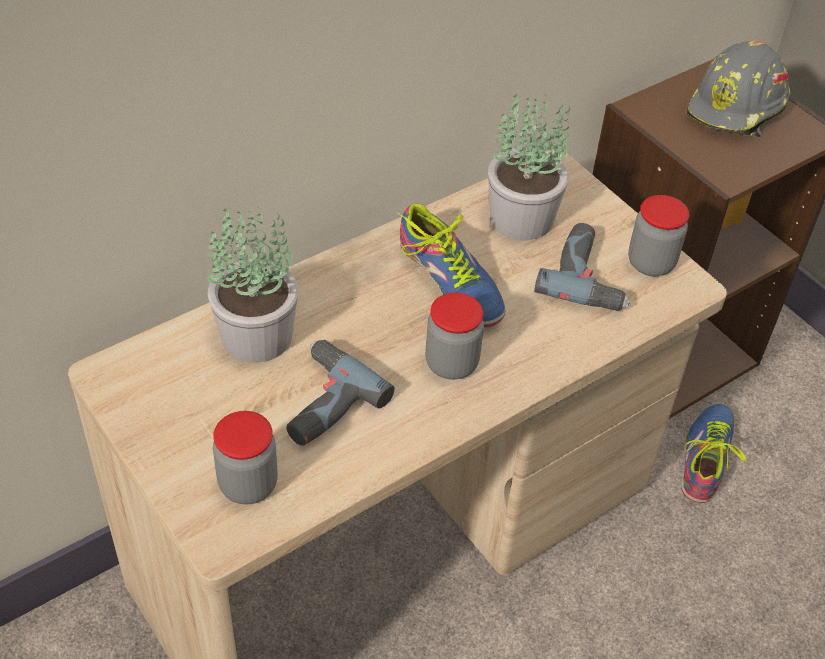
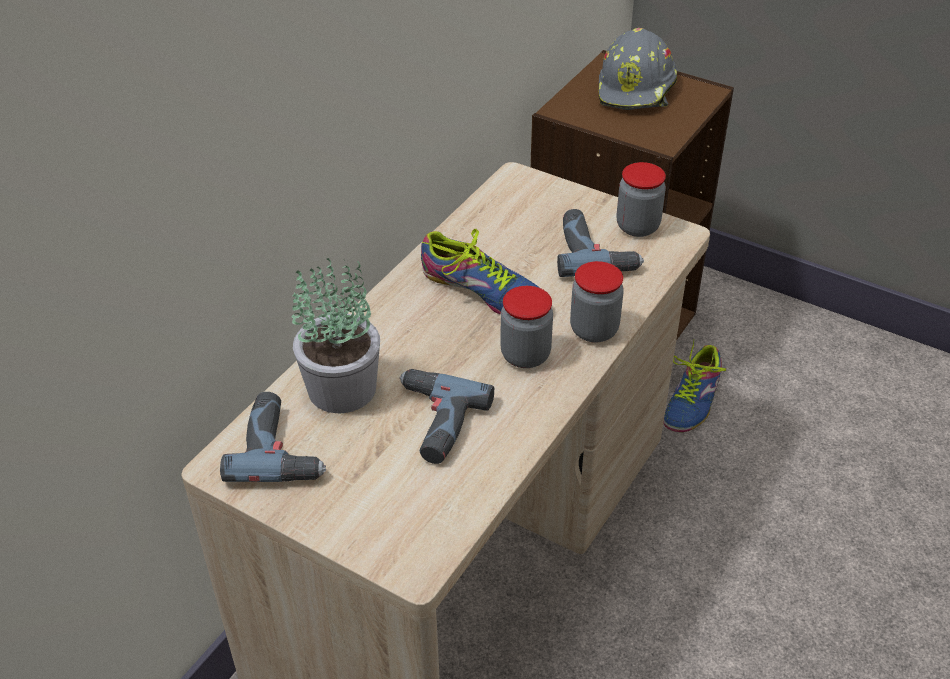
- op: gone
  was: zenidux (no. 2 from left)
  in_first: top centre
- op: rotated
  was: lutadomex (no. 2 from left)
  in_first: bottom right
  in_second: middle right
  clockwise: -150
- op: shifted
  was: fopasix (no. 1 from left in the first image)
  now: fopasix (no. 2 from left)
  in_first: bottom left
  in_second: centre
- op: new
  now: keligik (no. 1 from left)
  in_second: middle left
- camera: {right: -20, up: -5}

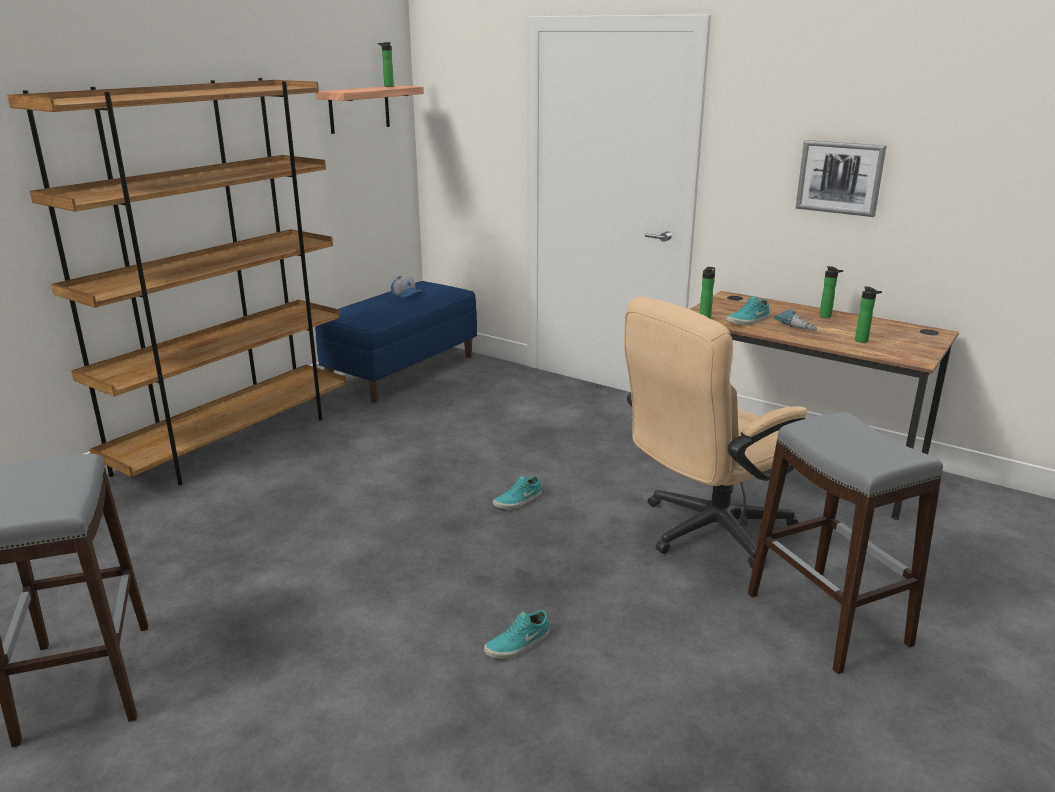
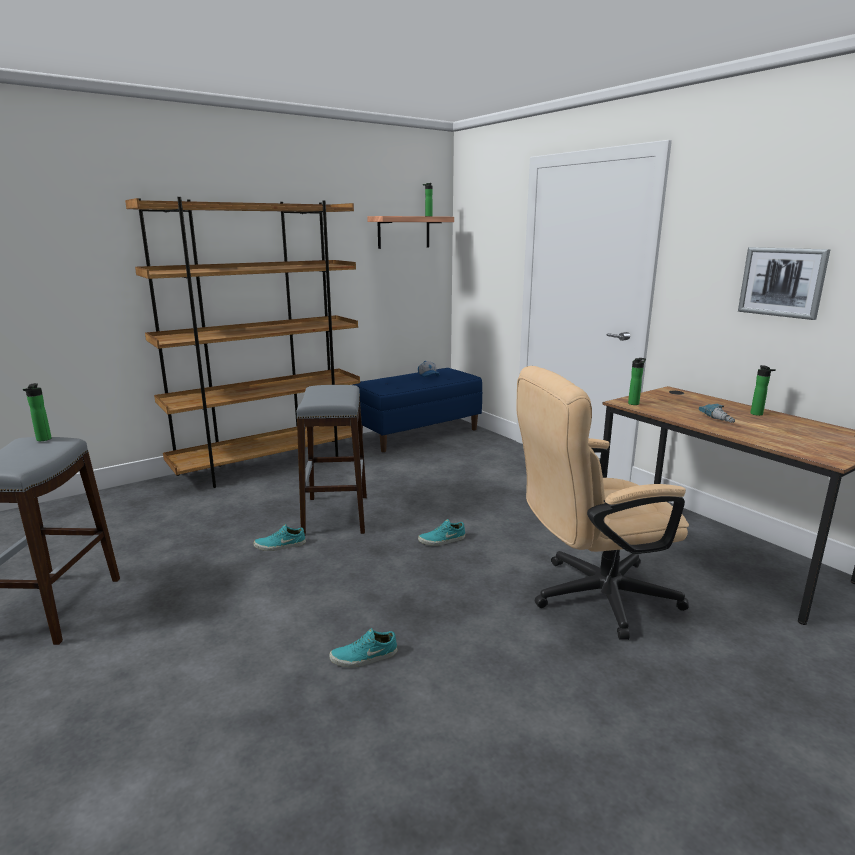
- op: shifted
  was: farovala (no. 4 from left in the first image)
  now: farovala (no. 1 from left)
  in_first: middle right
  in_second: middle left
- op: shifted
  was: turquoise lutadomex (no. 3 from left in the first image)
  now: turquoise lutadomex (no. 1 from left)
  in_first: middle right
  in_second: middle left
- op: shifted
  was: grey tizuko (no. 2 from left)
  in_first: bottom right
  in_second: centre
- camera: {right: 20, up: -5}

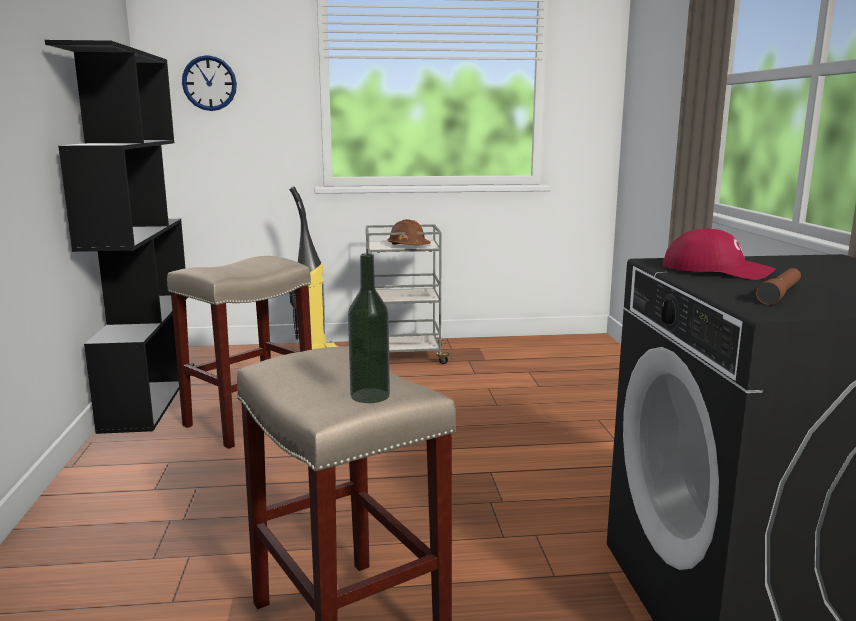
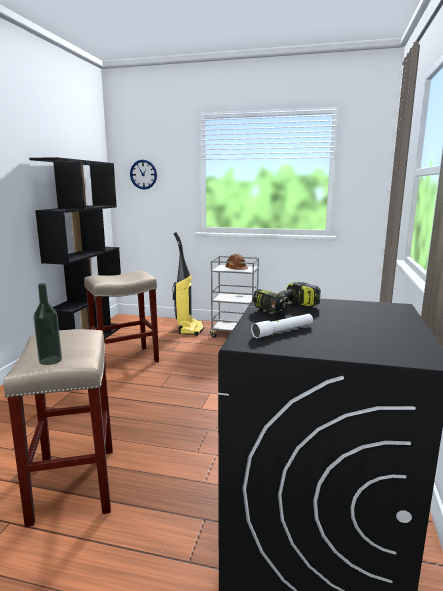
- op: swapped
  was: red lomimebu
  now: keligik
  in_first: middle right
  in_second: centre
- op: repainted
  was: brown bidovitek
  now: white bidovitek
  in_first: middle right
  in_second: centre
- camera: {right: 20, up: 0}

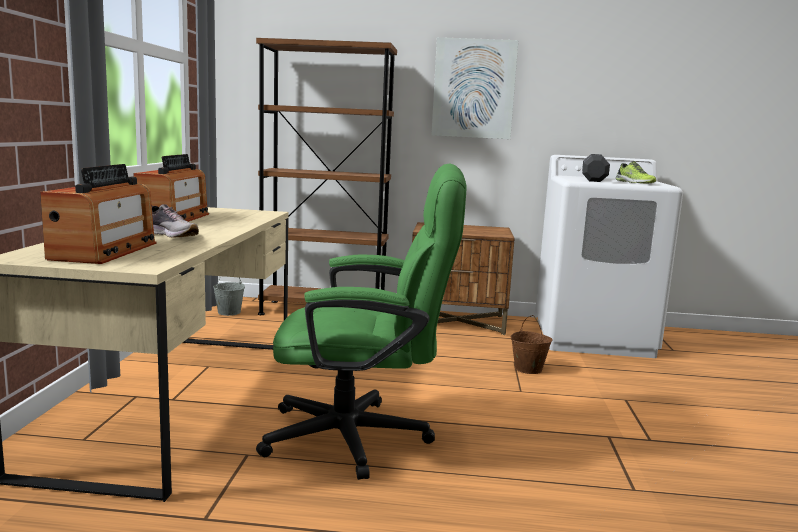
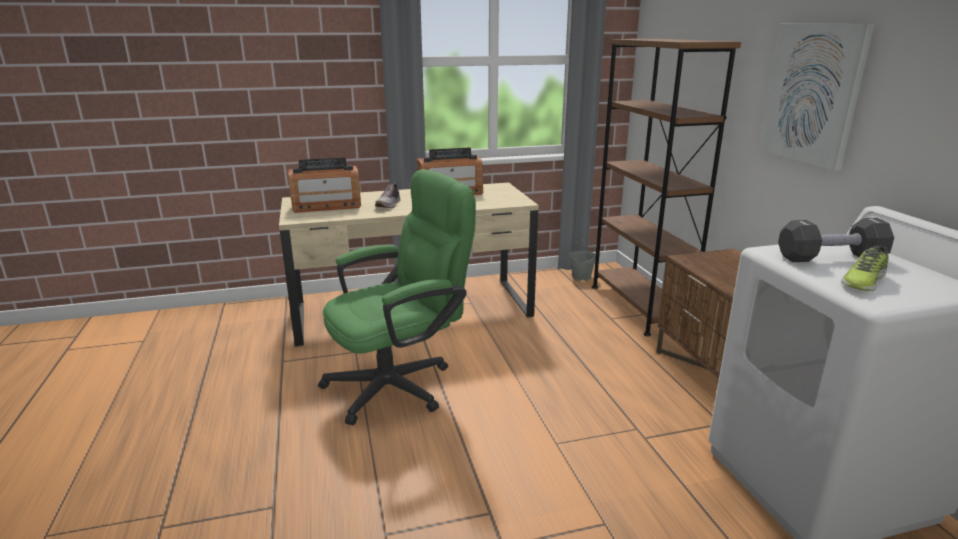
- op: rotated
  was: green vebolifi
  in_first: centre
  in_second: centre
  clockwise: -105
- op: gone
  was: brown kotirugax
  in_first: centre
- camera: {right: 70, up: 10}

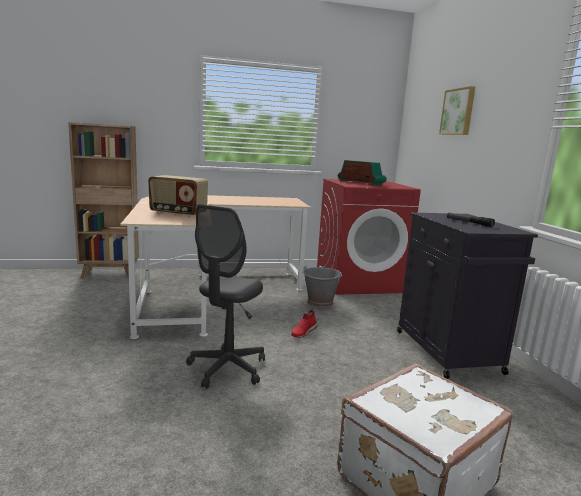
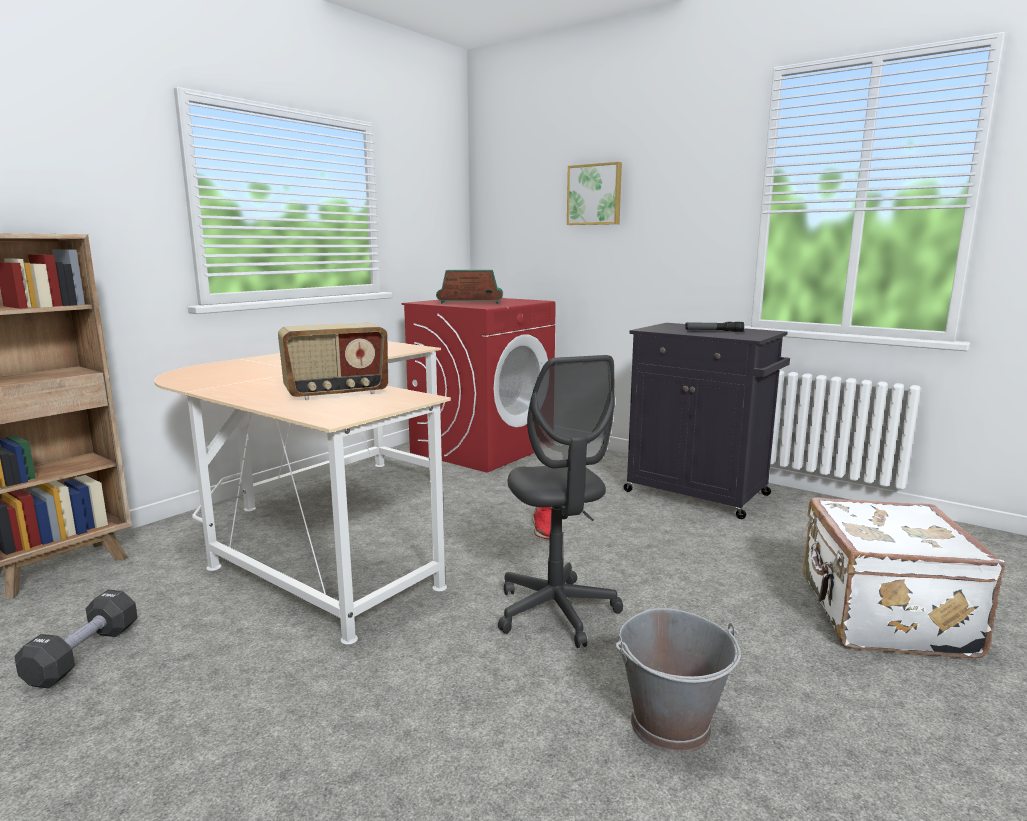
- op: shifted
  was: grey kotirugax
  in_first: centre
  in_second: bottom centre
- op: new
  now: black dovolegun
  in_second: bottom left
- camera: {right: -40, up: 0}

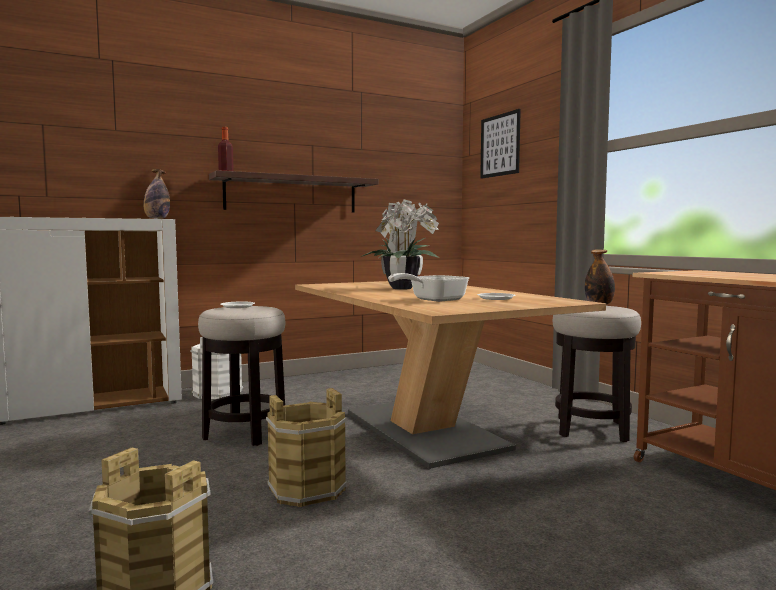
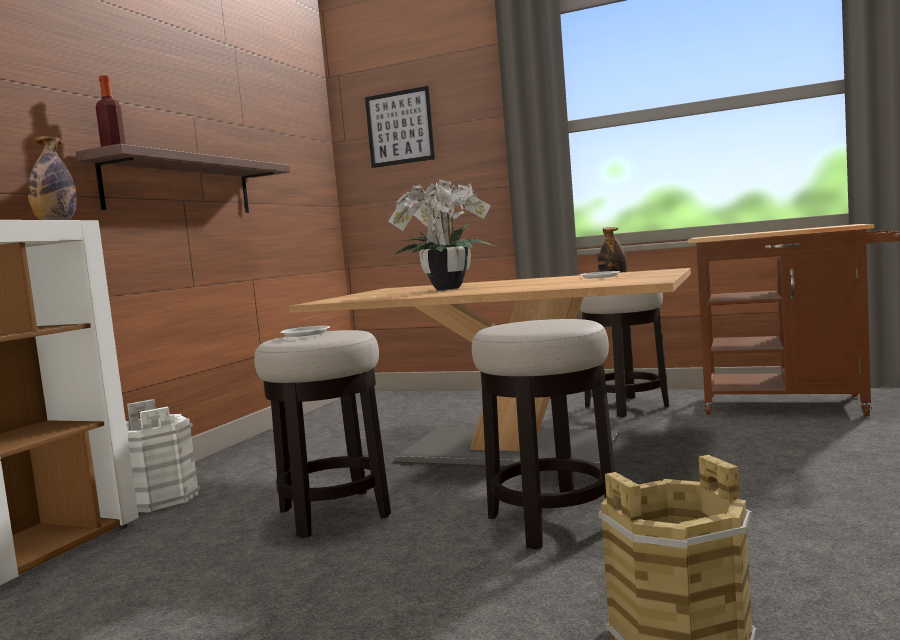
- op: gone
  was: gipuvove
  in_first: centre
- op: swapped
  was: brown kotirugax (no. 2 from left)
  now: tizuko (no. 2 from left)
  in_first: bottom centre
  in_second: bottom centre
- camera: {right: -40, up: 0}

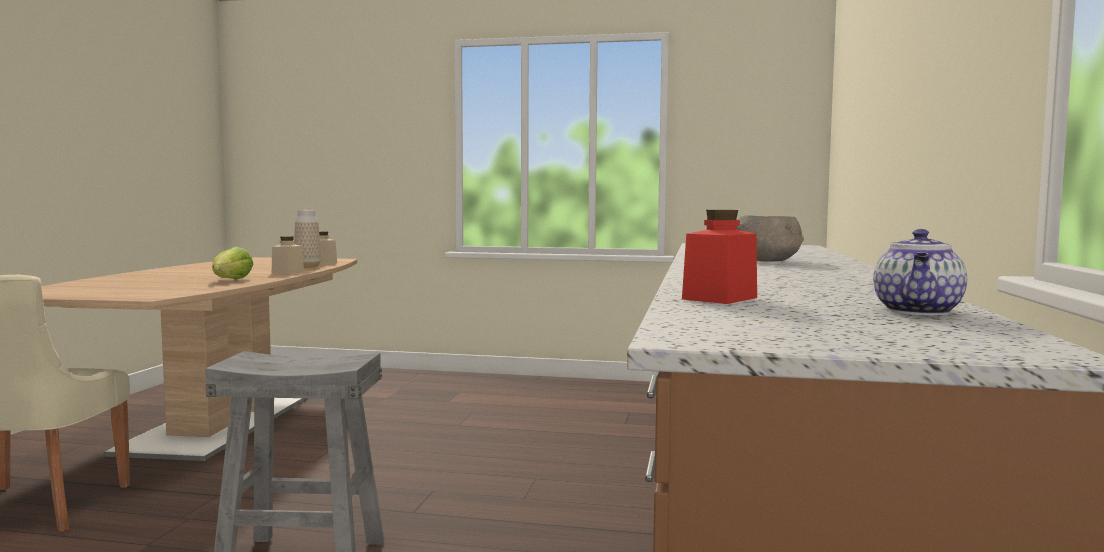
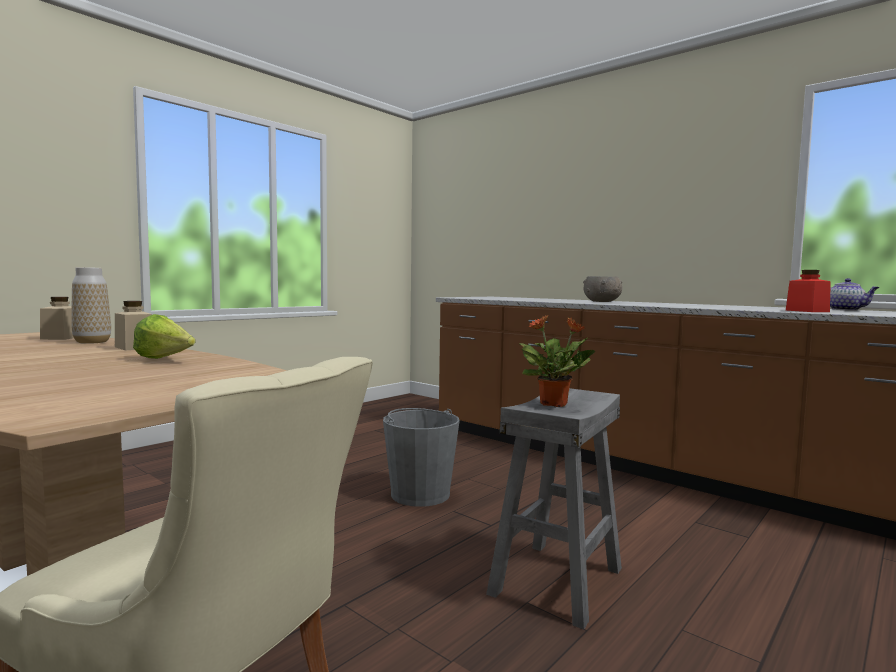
- op: new
  now: zenidux
  in_second: centre
- op: new
  now: grey kotirugax
  in_second: bottom centre
- camera: {right: -60, up: 0}

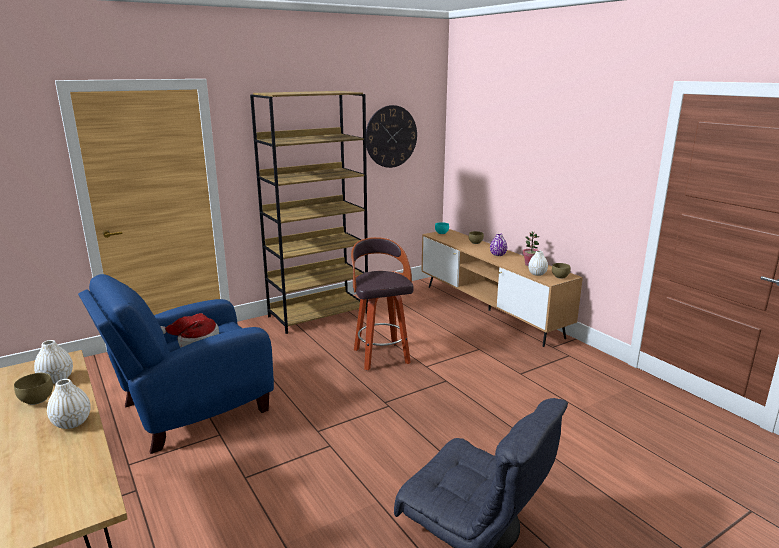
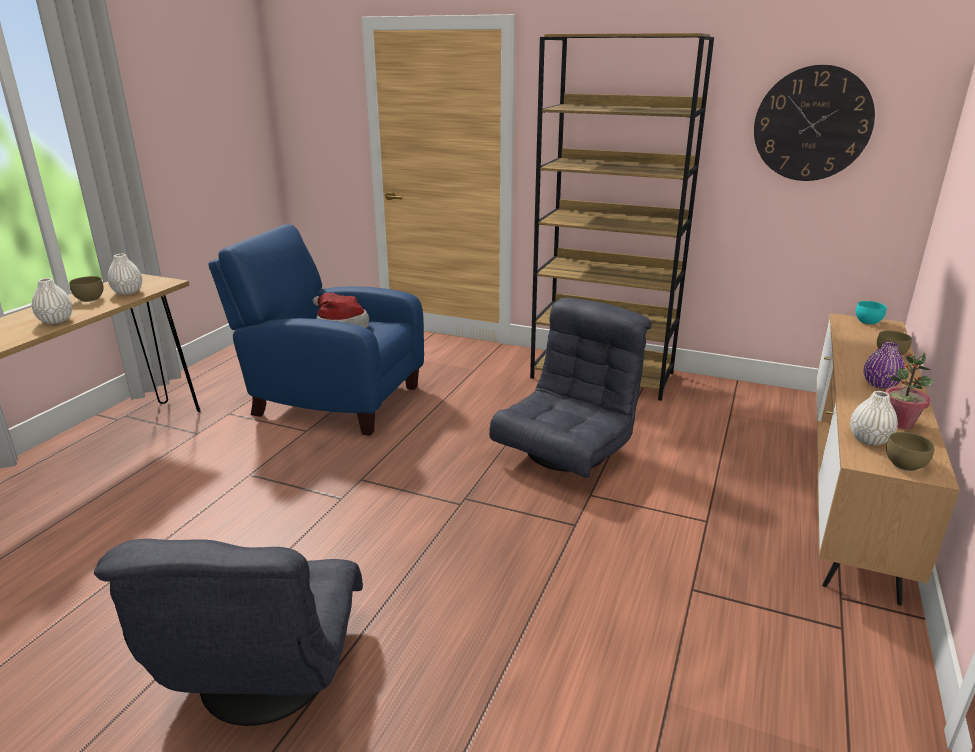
- op: swapped
  was: tizuko
  now: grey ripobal (no. 2 from left)
  in_first: centre
  in_second: centre
- camera: {right: 55, up: 5}

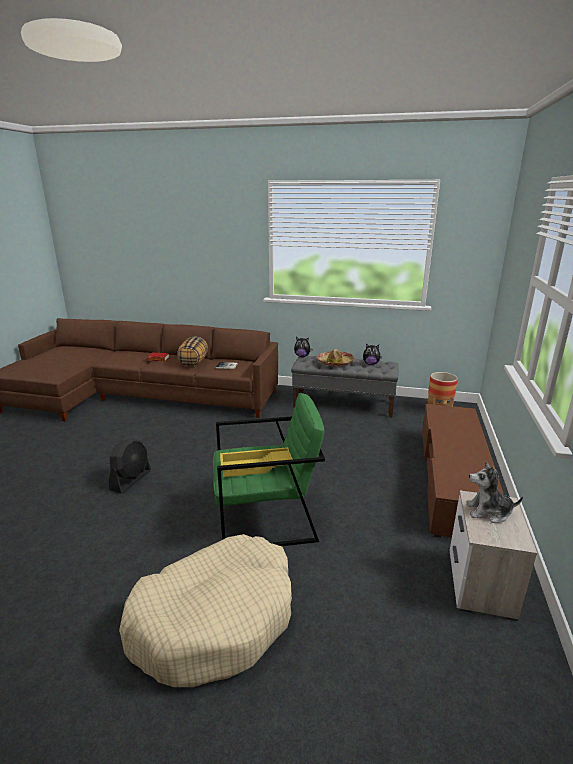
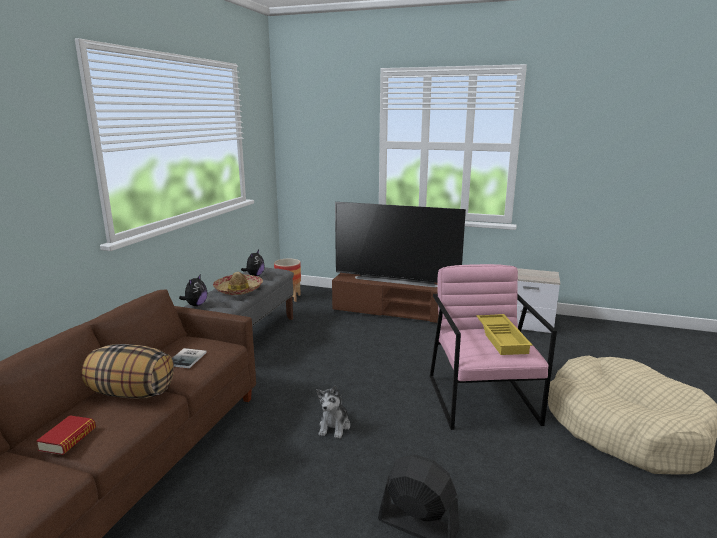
- op: repainted
  was: green ripobal
  now: pink ripobal
  in_first: centre
  in_second: middle right
- op: shifted
  was: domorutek (no. 3 from left)
  in_first: middle right
  in_second: bottom centre
- op: new
  now: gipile
  in_second: centre
- camera: {right: -85, up: -5}

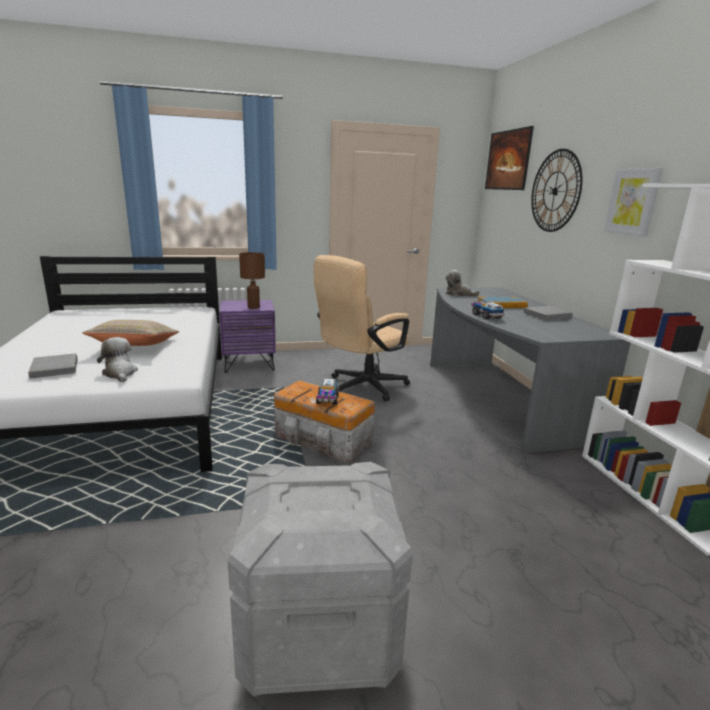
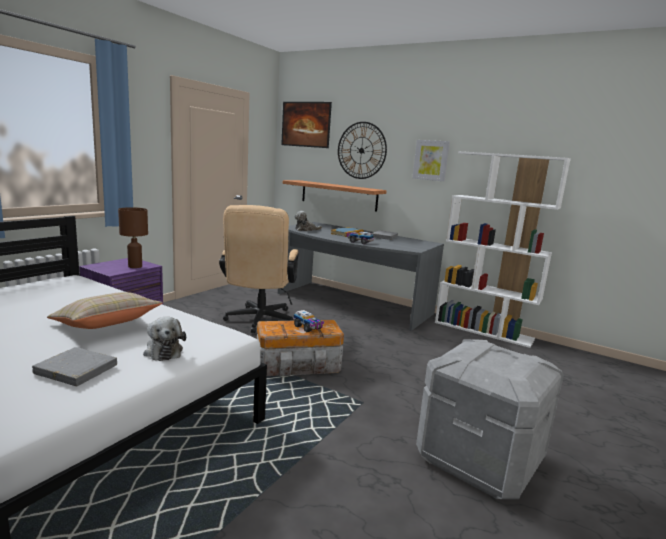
- op: rotated
  was: domorutek (no. 1 from left)
  in_first: middle left
  in_second: middle left
  clockwise: -135
- op: new
  now: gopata
  in_second: centre
- camera: {right: -45, up: -5}

